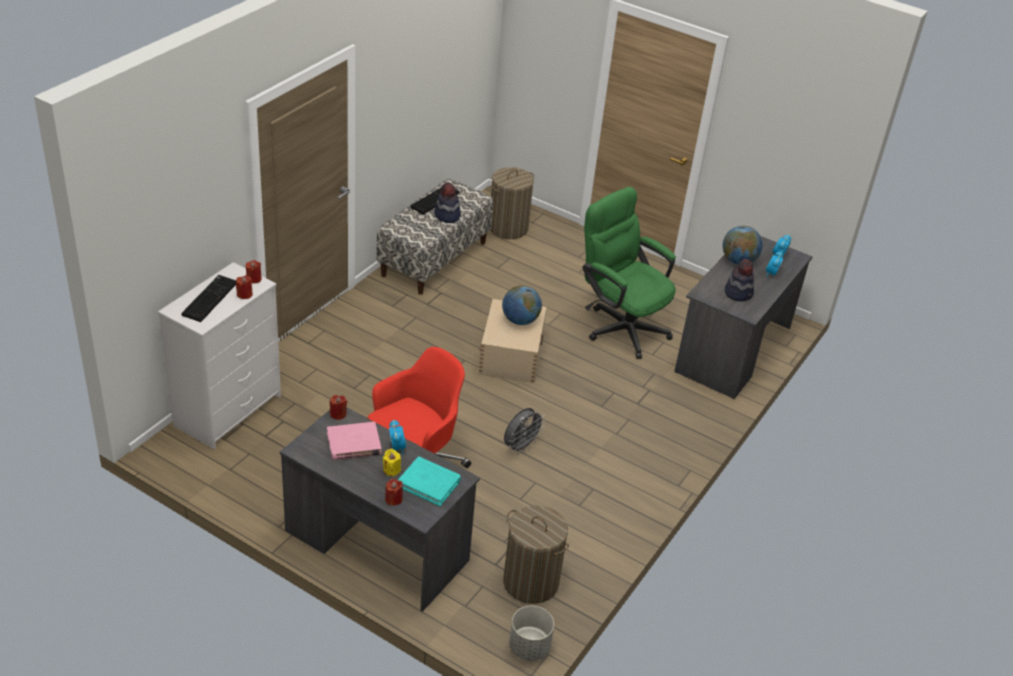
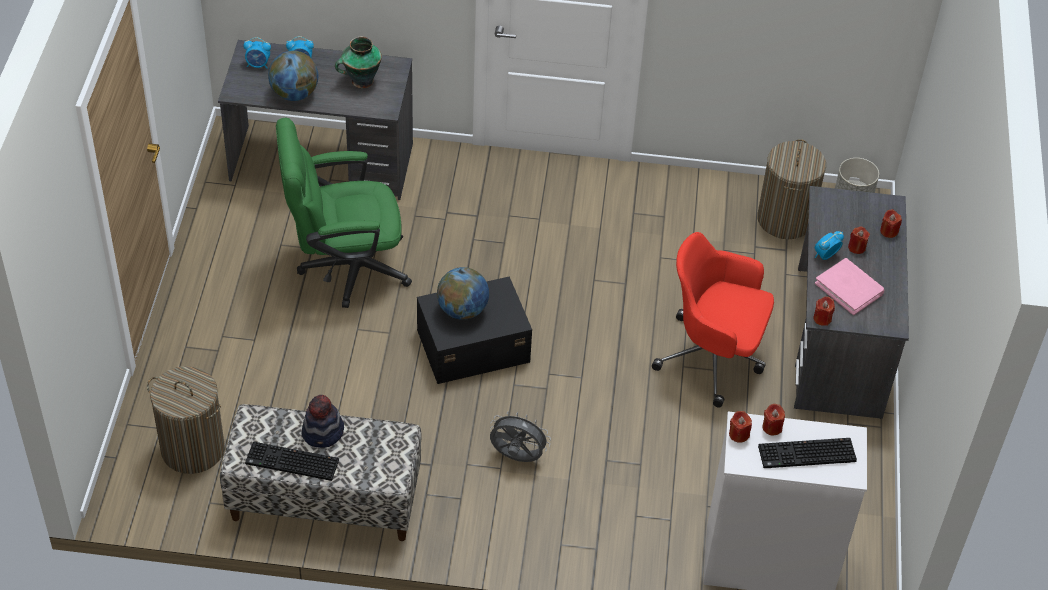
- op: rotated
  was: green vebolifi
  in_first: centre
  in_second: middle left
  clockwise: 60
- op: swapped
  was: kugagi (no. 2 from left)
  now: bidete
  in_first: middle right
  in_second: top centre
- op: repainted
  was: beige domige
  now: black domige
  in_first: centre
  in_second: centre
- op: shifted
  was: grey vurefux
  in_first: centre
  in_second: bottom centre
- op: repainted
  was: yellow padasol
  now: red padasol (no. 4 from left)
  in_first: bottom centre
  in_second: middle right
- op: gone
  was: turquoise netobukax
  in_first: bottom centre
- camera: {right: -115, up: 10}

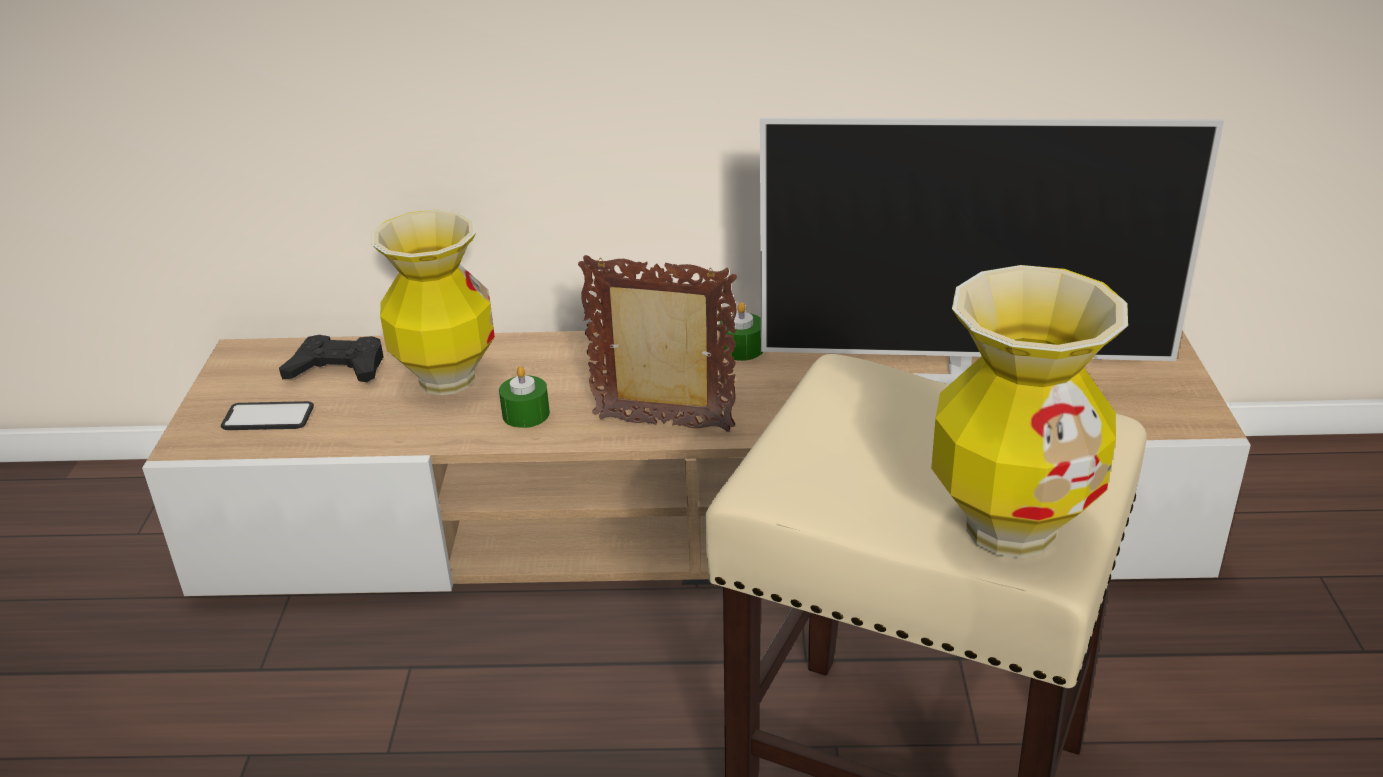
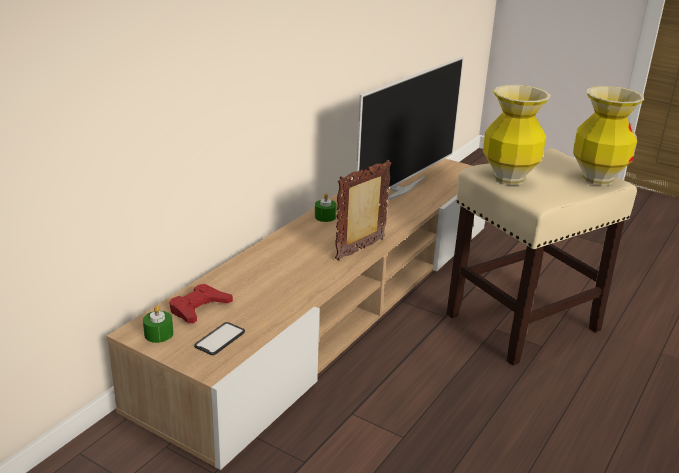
- op: shifted
  was: bidete (no. 1 from left)
  in_first: middle left
  in_second: top right
- op: repainted
  was: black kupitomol
  now: red kupitomol
  in_first: middle left
  in_second: middle left
- op: shifted
  was: green padasol (no. 1 from left)
  in_first: centre
  in_second: bottom left
- camera: {right: -60, up: -5}

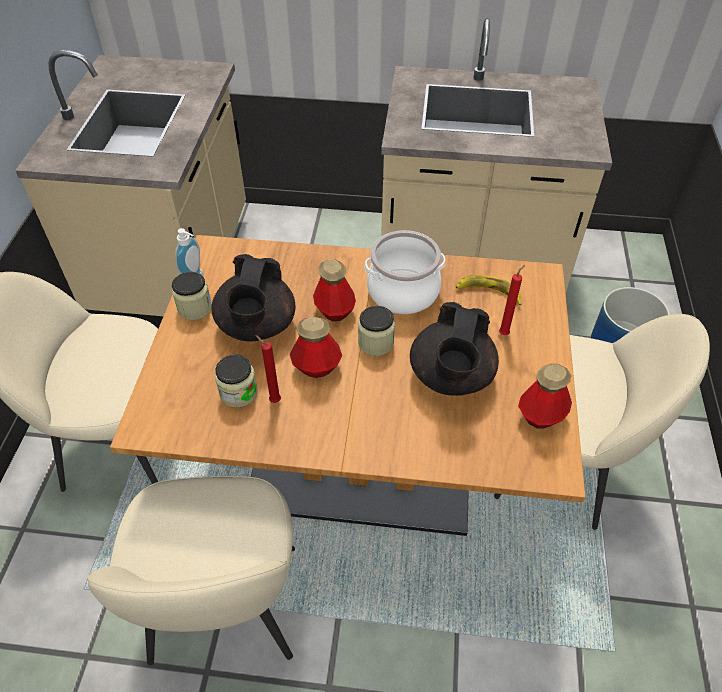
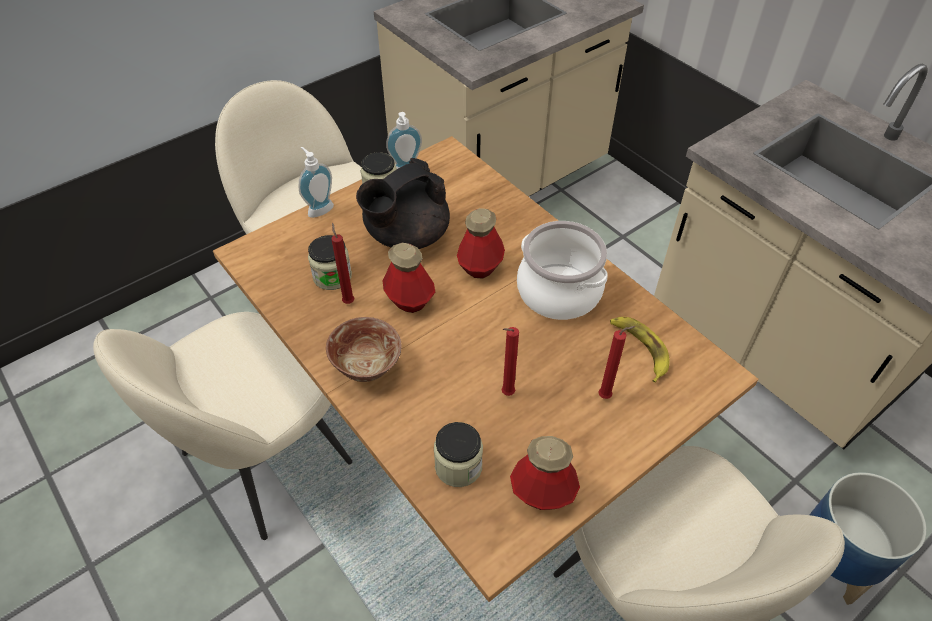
- op: swapped
  was: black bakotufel (no. 2 from left)
  now: red padasol (no. 2 from left)
  in_first: centre
  in_second: centre
- op: shifted
  was: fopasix (no. 3 from left)
  in_first: centre
  in_second: bottom centre
- op: new
  now: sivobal (no. 1 from left)
  in_second: top centre
- op: new
  now: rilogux
  in_second: centre
- camera: {right: 45, up: 0}

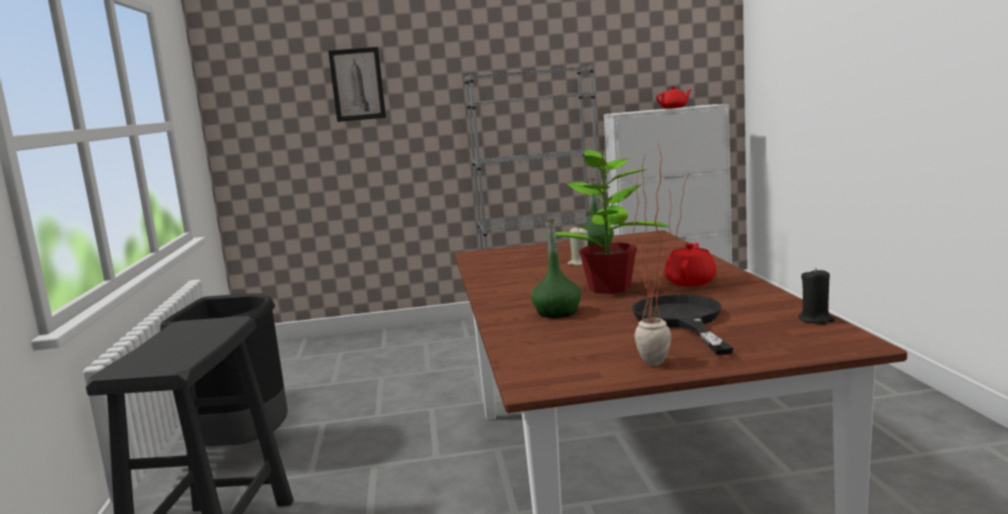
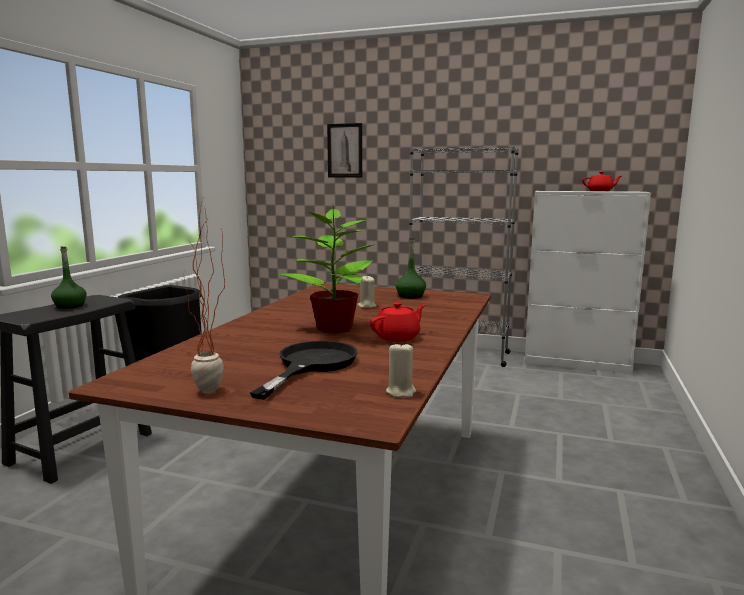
- op: shifted
  was: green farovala (no. 1 from left)
  in_first: centre
  in_second: middle left
- op: repainted
  was: black padasol
  now: beige padasol (no. 2 from left)
  in_first: middle right
  in_second: centre
- camera: {right: 25, up: 0}

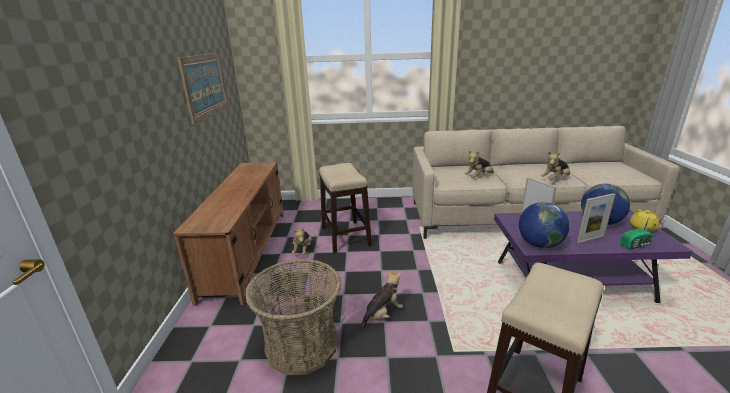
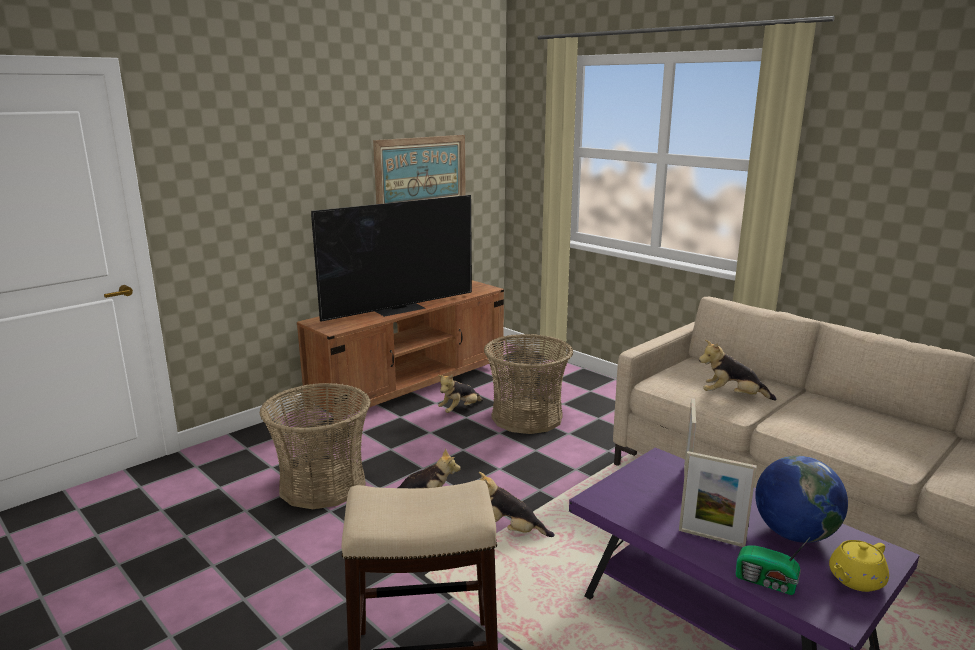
- op: shifted
  was: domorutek (no. 4 from left in the first image)
  now: domorutek (no. 3 from left)
  in_first: middle right
  in_second: bottom centre
- op: swapped
  was: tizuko (no. 1 from left)
  now: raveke (no. 2 from left)
  in_first: centre
  in_second: centre
- op: gone
  was: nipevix (no. 1 from left)
  in_first: middle right
- op: new
  now: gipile
  in_second: centre
- camera: {right: 45, up: -5}

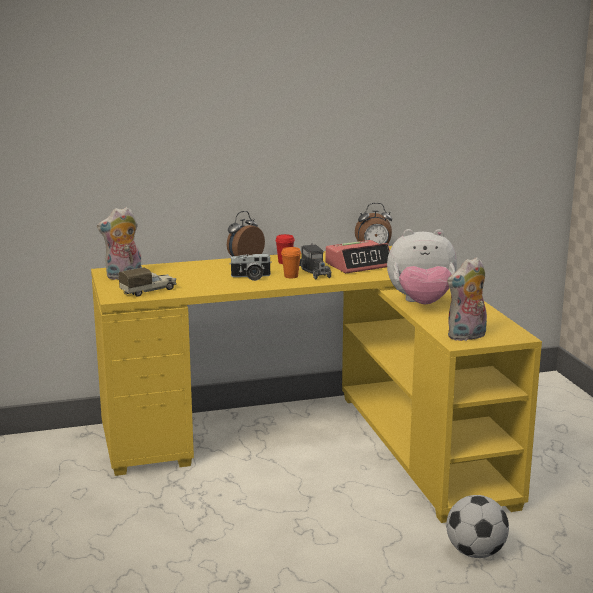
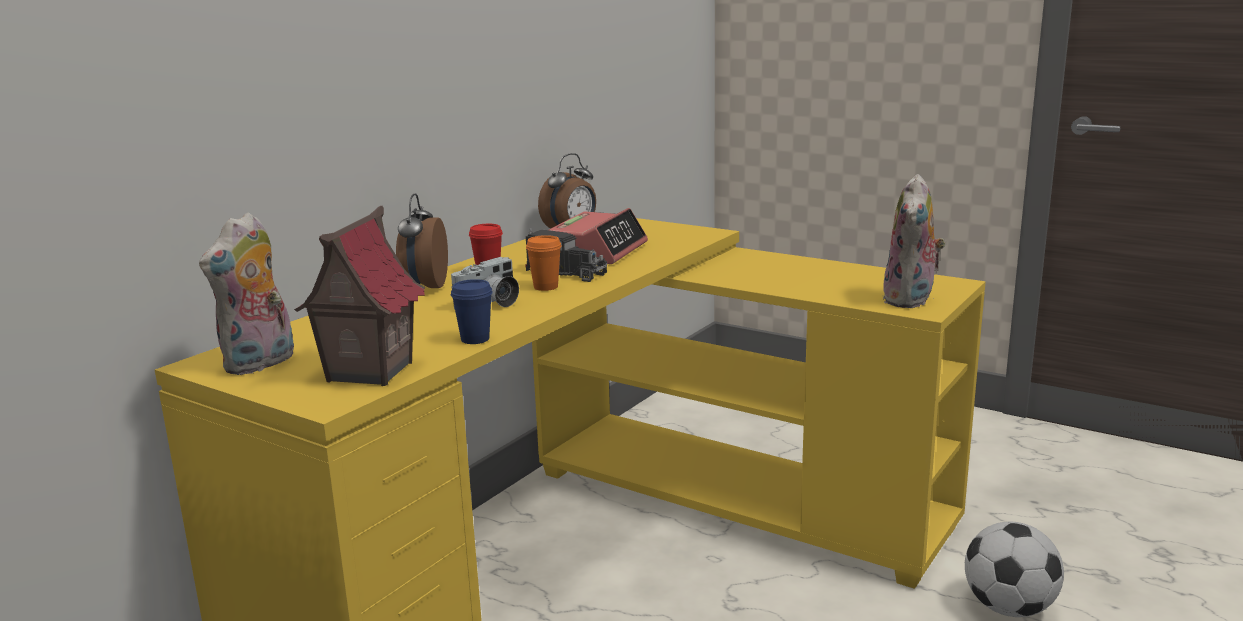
- op: gone
  was: domorutek (no. 2 from left)
  in_first: middle right
- op: swapped
  was: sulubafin (no. 1 from left)
  now: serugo
  in_first: middle left
  in_second: middle left
- op: new
  now: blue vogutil
  in_second: centre
- camera: {right: -40, up: 0}

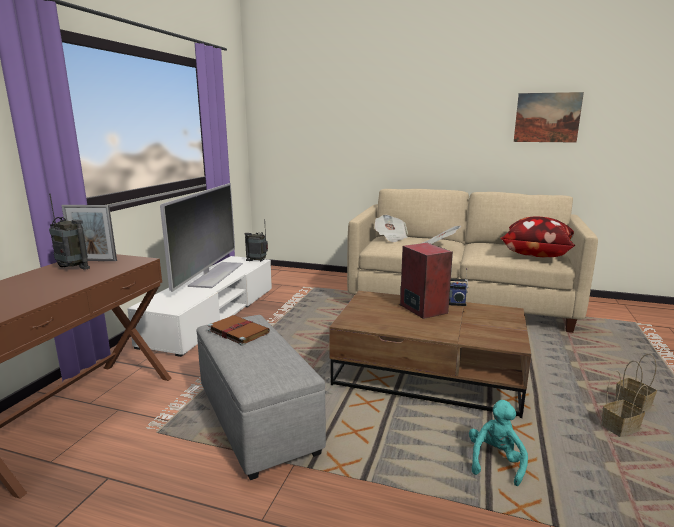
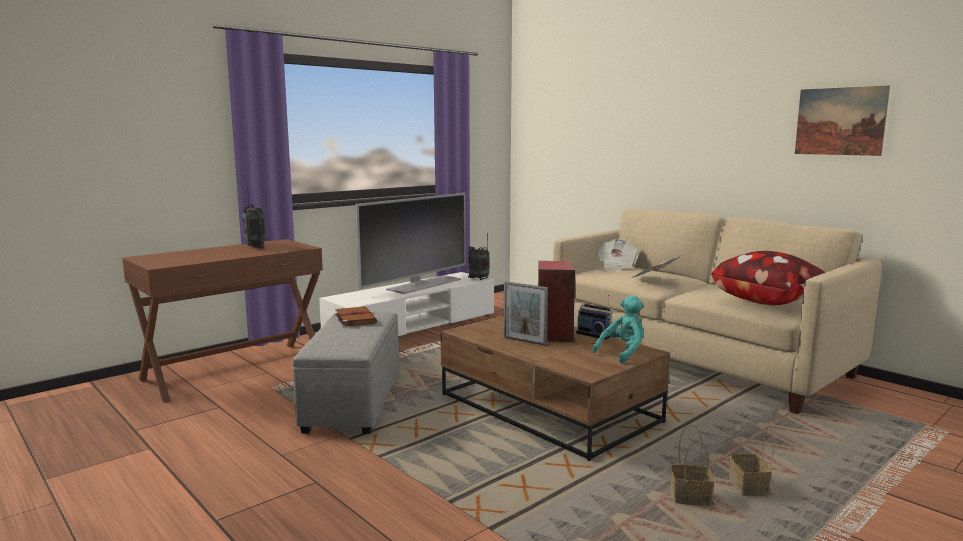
- op: shifted
  was: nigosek
  in_first: middle left
  in_second: centre
- op: shifted
  was: turquoise domorutek
  in_first: bottom right
  in_second: centre
- camera: {right: 30, up: -5}

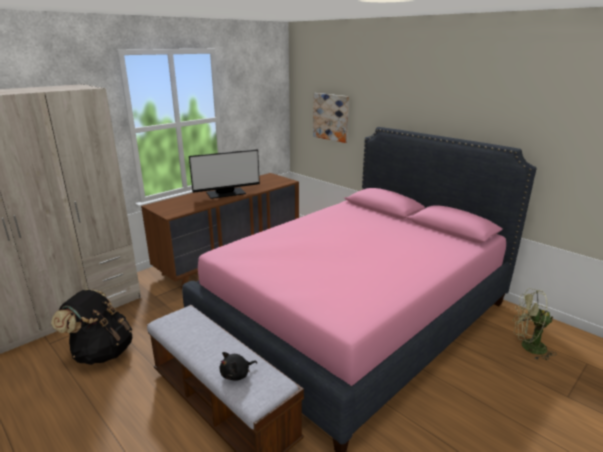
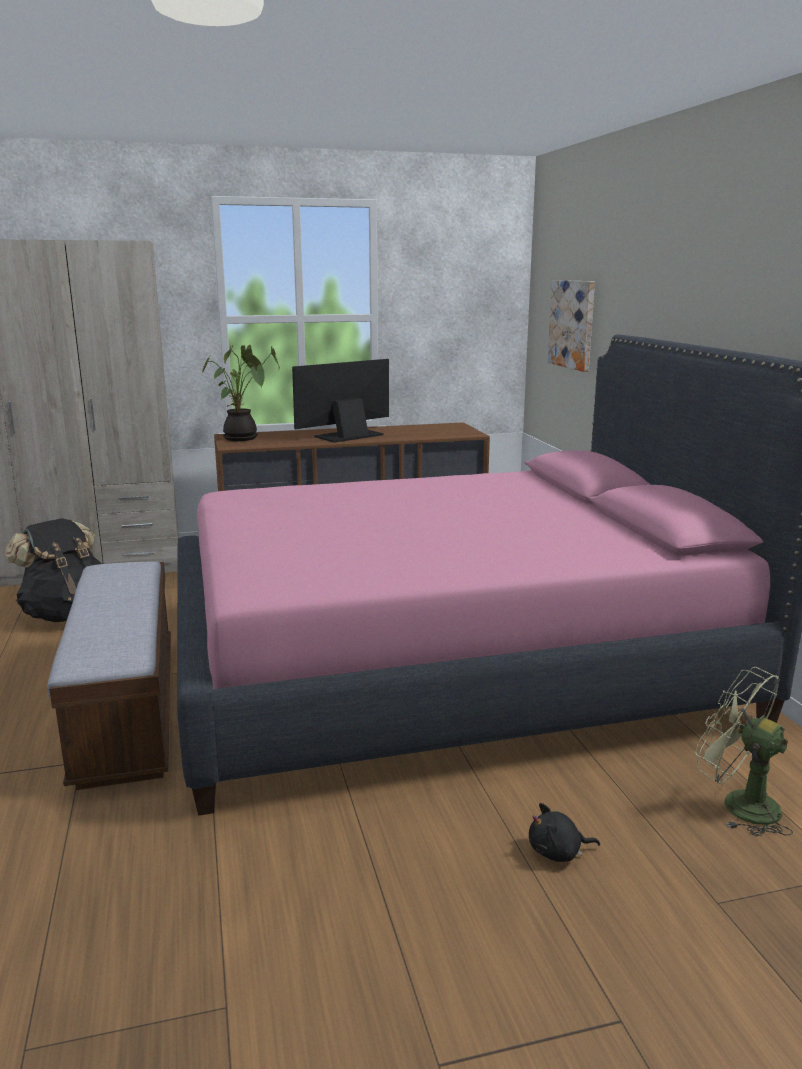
- op: rotated
  was: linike
  in_first: centre
  in_second: centre
  clockwise: 135
- op: shifted
  was: black domorutek
  in_first: bottom centre
  in_second: bottom right
- op: new
  now: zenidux
  in_second: middle left
- camera: {right: 30, up: -5}

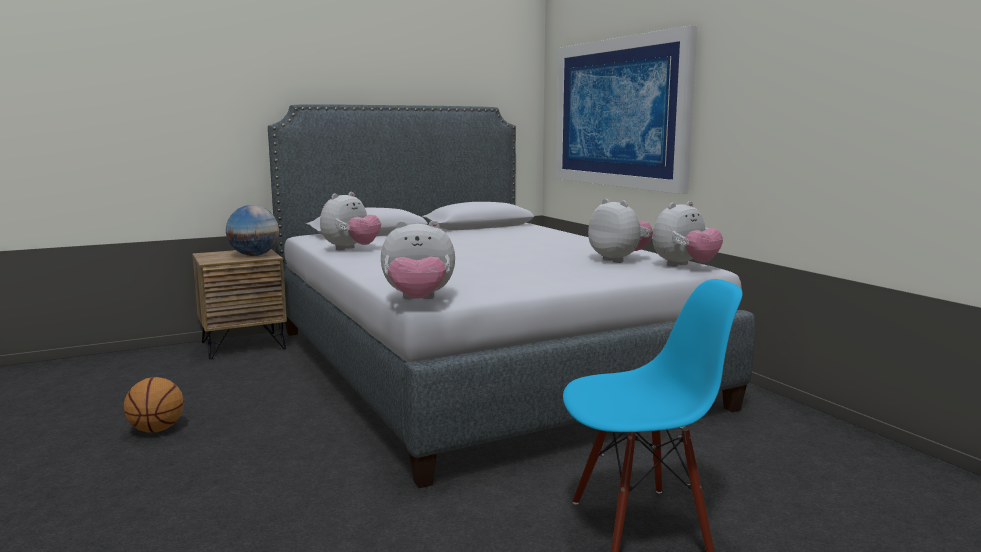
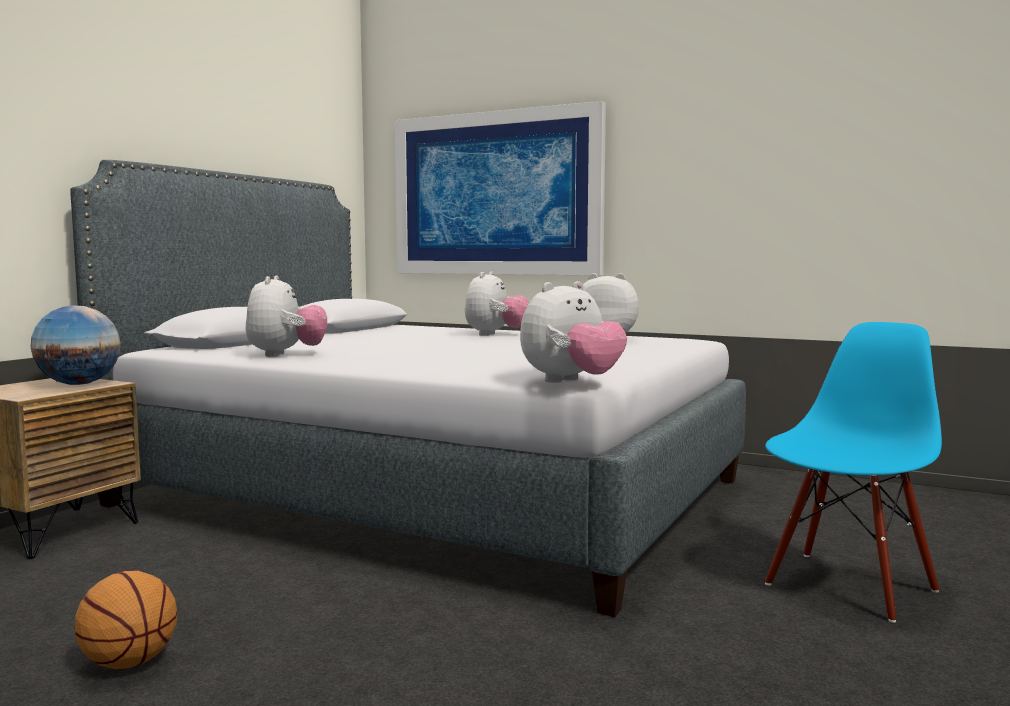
- op: shifted
  was: domorutek (no. 4 from left in the first image)
  now: domorutek (no. 2 from left)
  in_first: middle right
  in_second: centre
- camera: {right: -35, up: -5}

